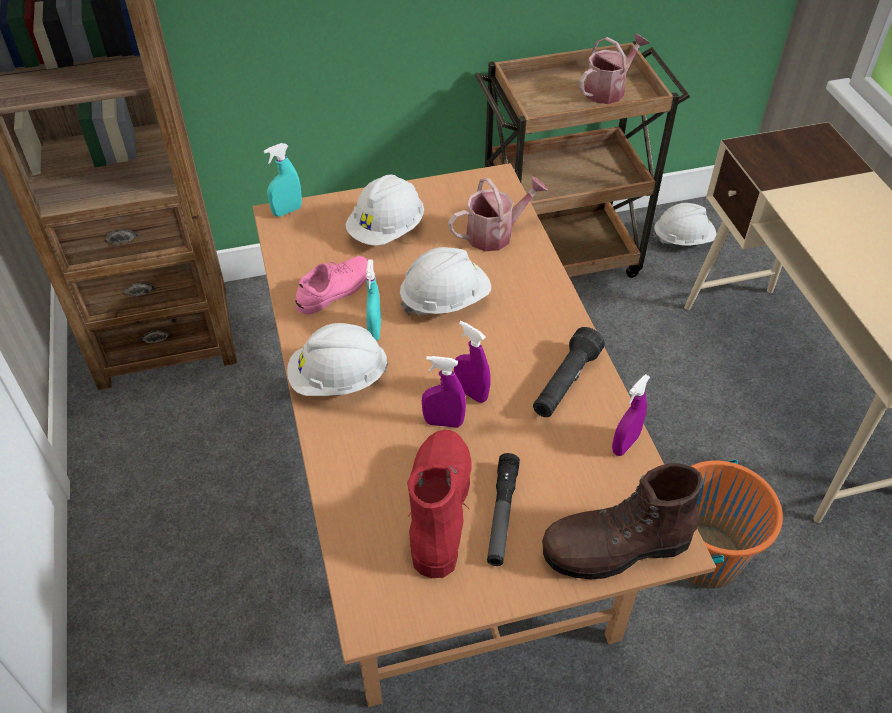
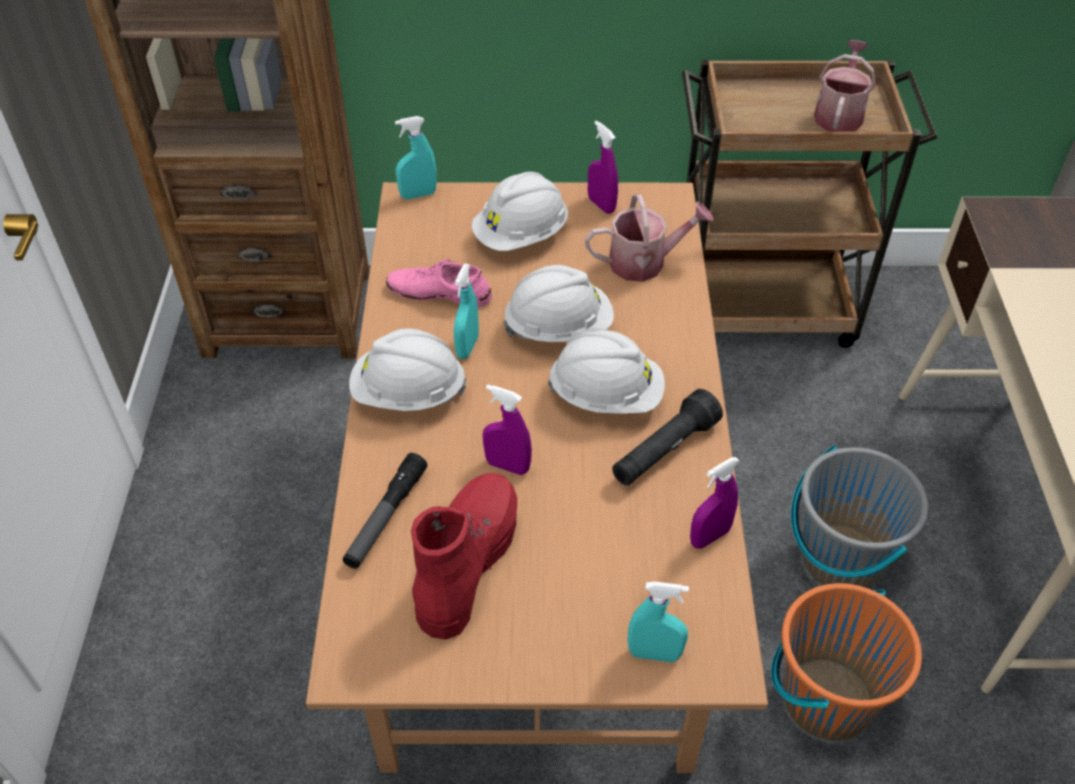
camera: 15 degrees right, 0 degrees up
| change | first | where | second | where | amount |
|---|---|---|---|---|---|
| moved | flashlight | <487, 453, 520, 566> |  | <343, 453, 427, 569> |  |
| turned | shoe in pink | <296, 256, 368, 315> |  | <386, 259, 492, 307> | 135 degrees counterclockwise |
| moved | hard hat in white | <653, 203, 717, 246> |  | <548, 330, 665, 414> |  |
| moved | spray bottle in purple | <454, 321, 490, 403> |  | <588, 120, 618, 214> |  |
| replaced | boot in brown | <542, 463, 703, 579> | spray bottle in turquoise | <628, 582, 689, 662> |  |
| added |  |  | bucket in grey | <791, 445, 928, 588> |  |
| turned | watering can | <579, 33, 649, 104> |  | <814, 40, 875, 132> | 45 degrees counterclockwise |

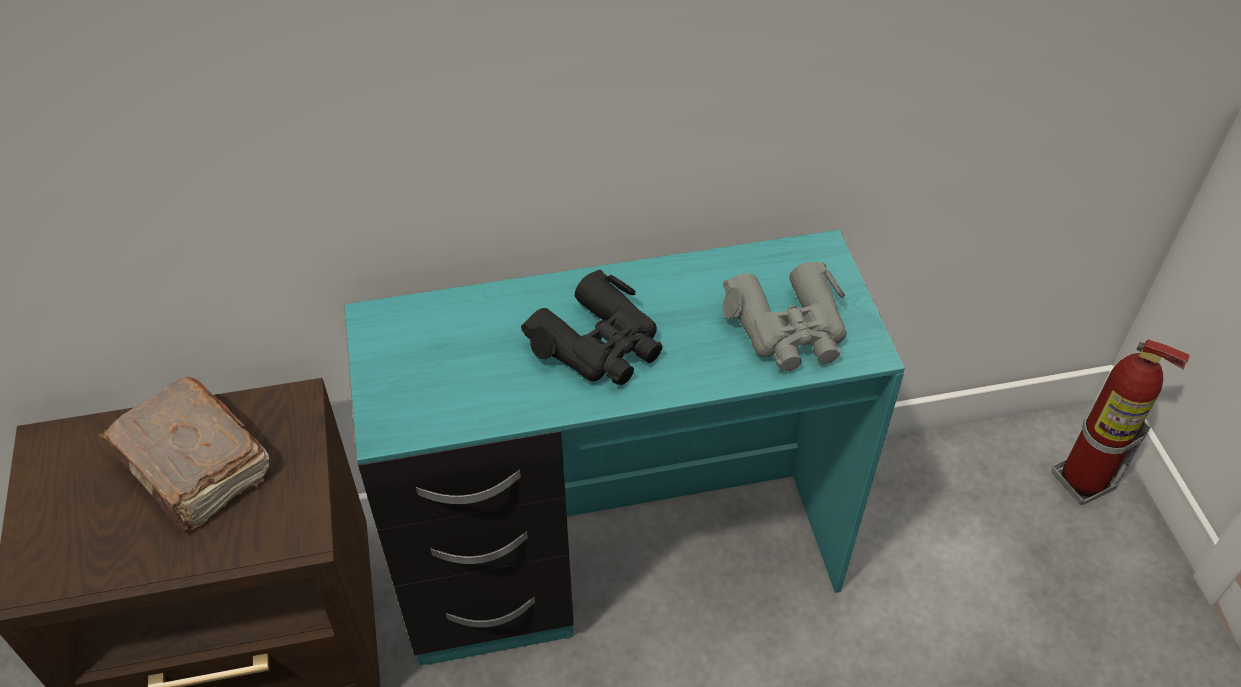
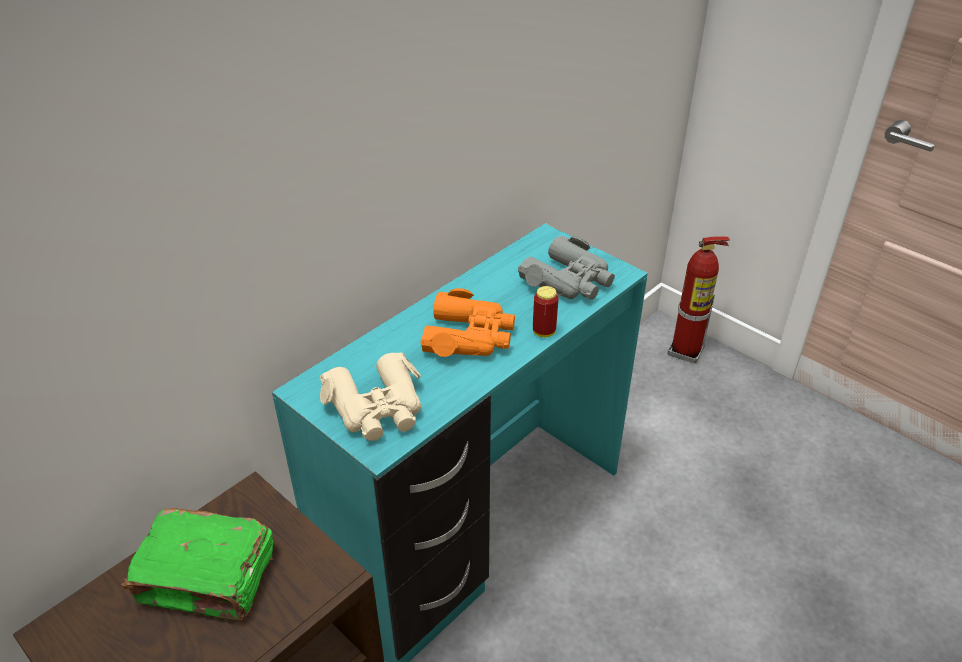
camera: 35 degrees left, 10 degrees down
| change | first | where | second | where | amount |
|---|---|---|---|---|---|
| recoloured | book in brown | <99, 377, 269, 533> | book in green | <121, 507, 274, 622> |  |
| added |  |  | binoculars in beige | <320, 353, 421, 441> |  |
| recoloured | binoculars in black | <521, 269, 663, 385> | binoculars in orange | <420, 288, 515, 357> |  |
| added |  |  | can | <533, 286, 559, 337> |  |

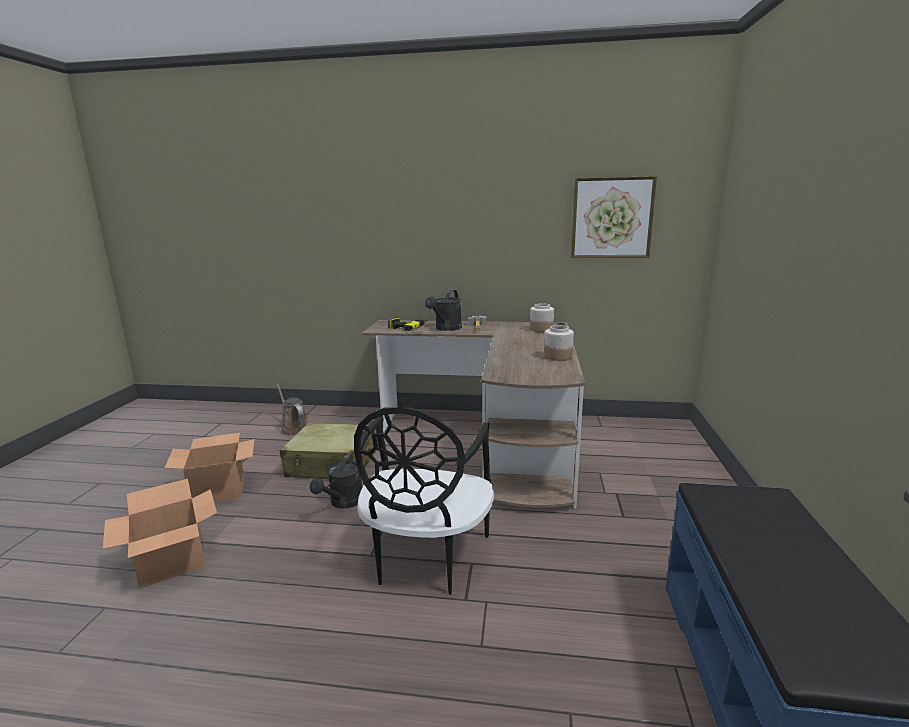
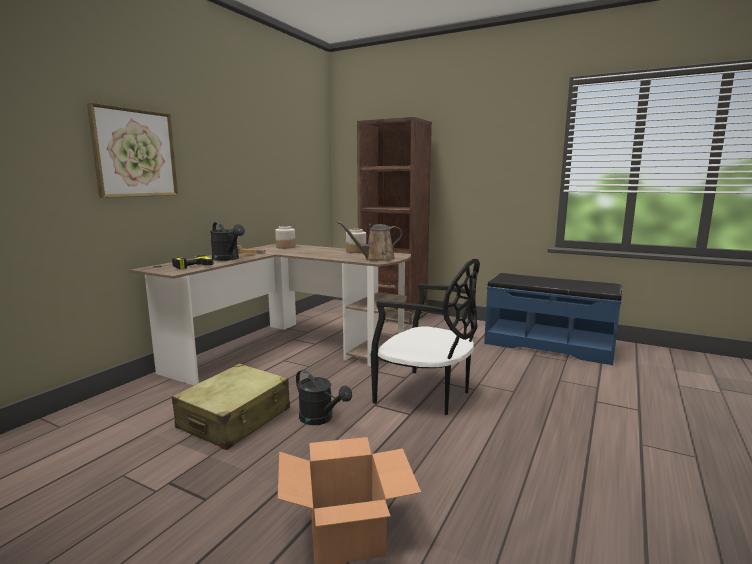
camera: 70 degrees left, 5 degrees down
| change | first | where | second | where | amount |
|---|---|---|---|---|---|
| moved | picture | <571, 176, 657, 258> |  | <87, 102, 178, 198> |  |
| moved | watering can in brown | <277, 384, 308, 436> |  | <337, 221, 402, 261> |  |
| added |  |  | bookcase in brown | <357, 117, 432, 325> |  |
| removed | cardboard box | <165, 433, 254, 502> |  |  |  |

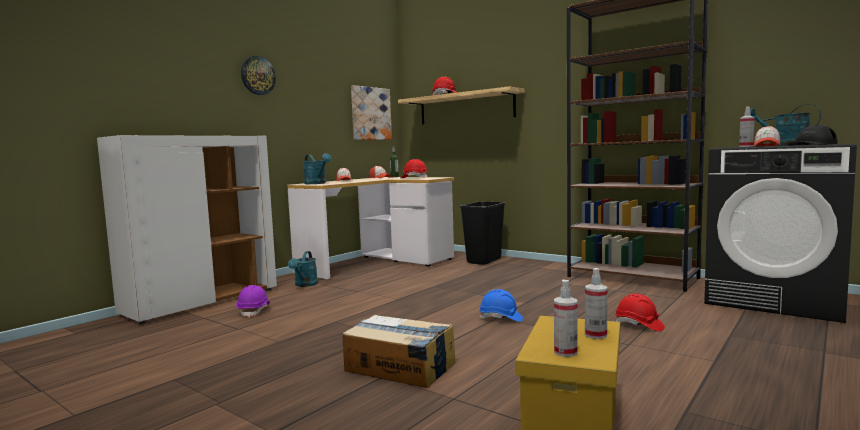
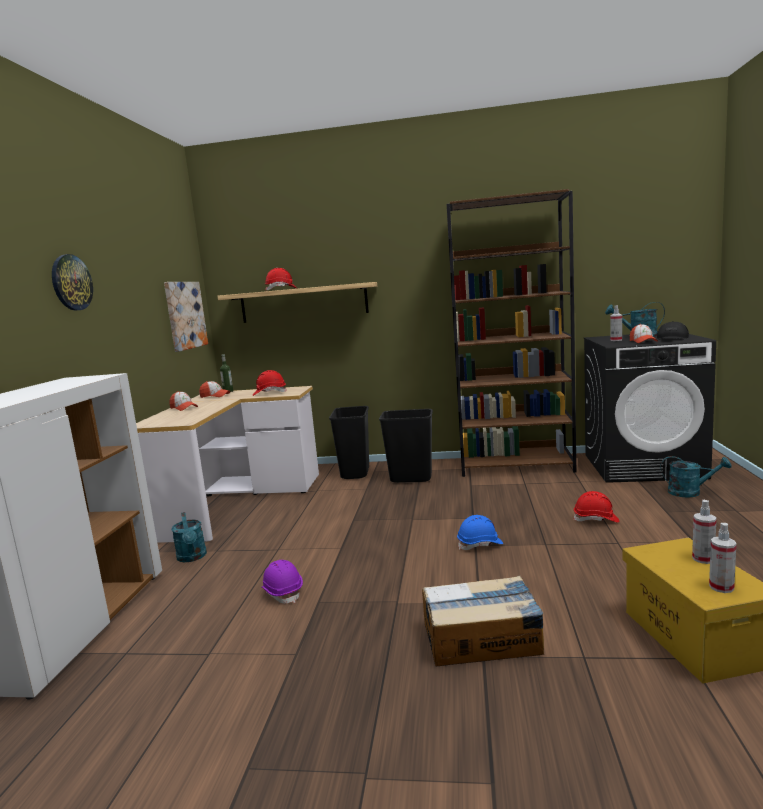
camera: 30 degrees left, 5 degrees up
| change | first | where | second | where | amount |
|---|---|---|---|---|---|
| moved | hard hat in purple | <236, 285, 270, 317> |  | <262, 560, 303, 604> |  |
| added |  |  | trash can in black | <379, 409, 433, 483> |  |
| moved | watering can in turquoise | <303, 153, 331, 184> |  | <660, 456, 731, 497> |  |

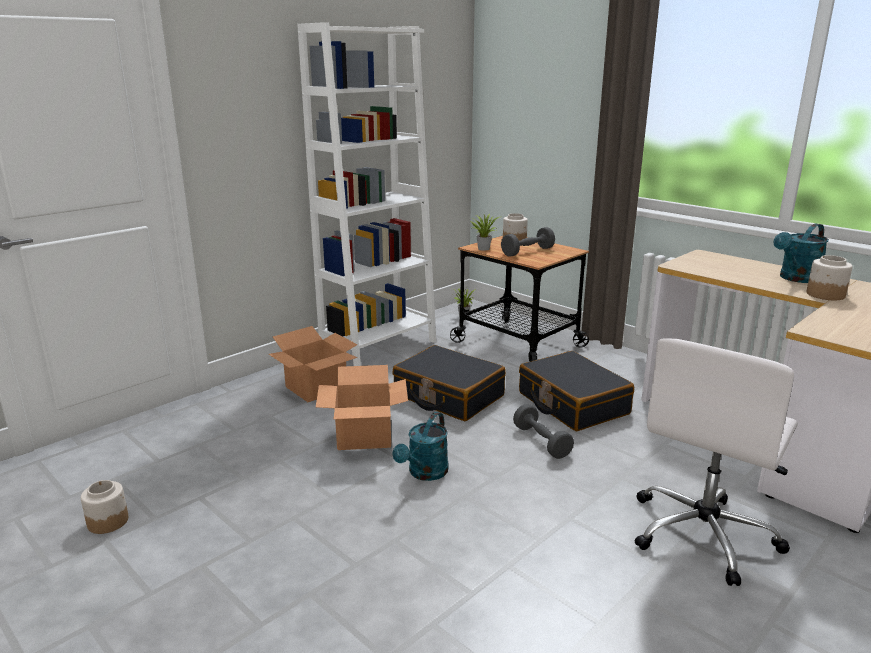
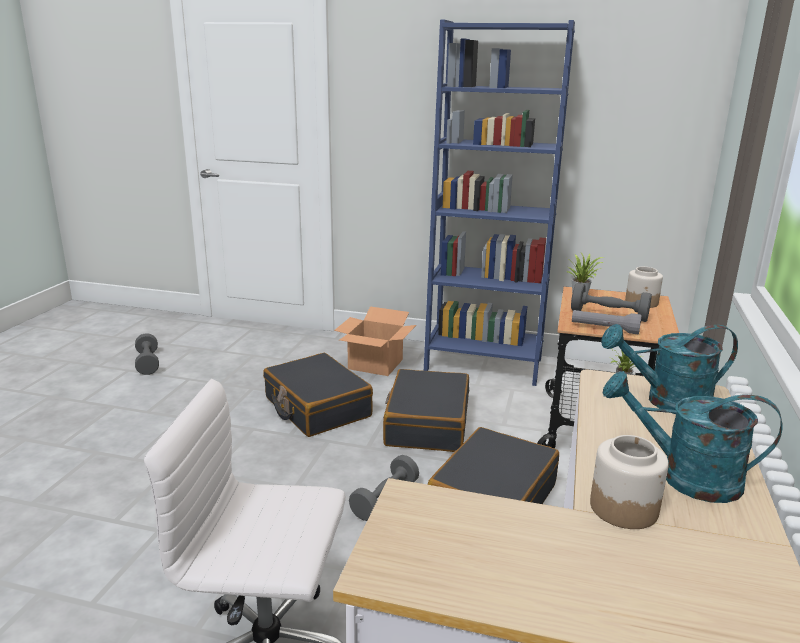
camera: 60 degrees right, 0 degrees up
| change | first | where | second | where | amount |
|---|---|---|---|---|---|
| replaced | jar | <81, 480, 128, 534> | dumbbell in grey | <135, 333, 159, 375> |  |
| replaced | cardboard box | <316, 365, 408, 450> | suitcase in black | <263, 353, 373, 437> |  |
| recoloured | bookcase in white | <297, 22, 436, 366> | bookcase in blue | <424, 20, 575, 386> |  |
| added |  |  | flashlight in grey | <572, 310, 641, 334> |  |
| moved | watering can in turquoise | <393, 412, 449, 481> |  | <601, 324, 738, 414> |  |

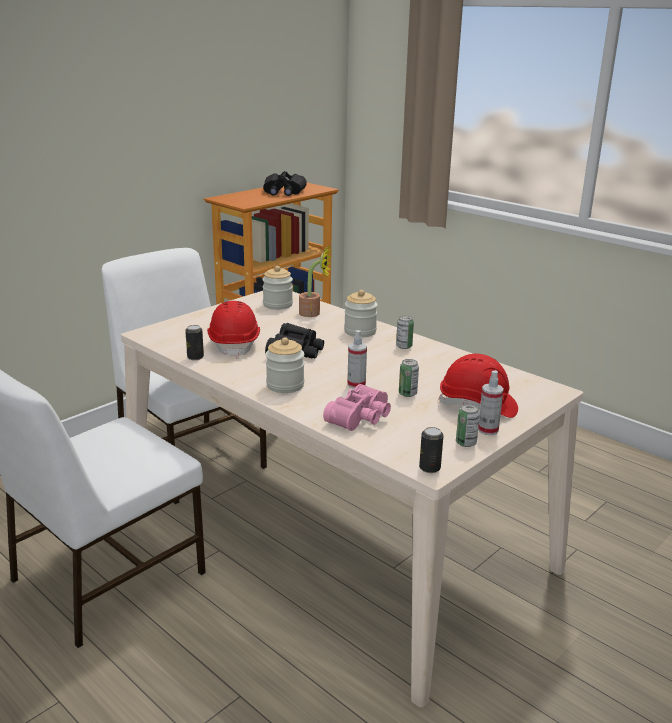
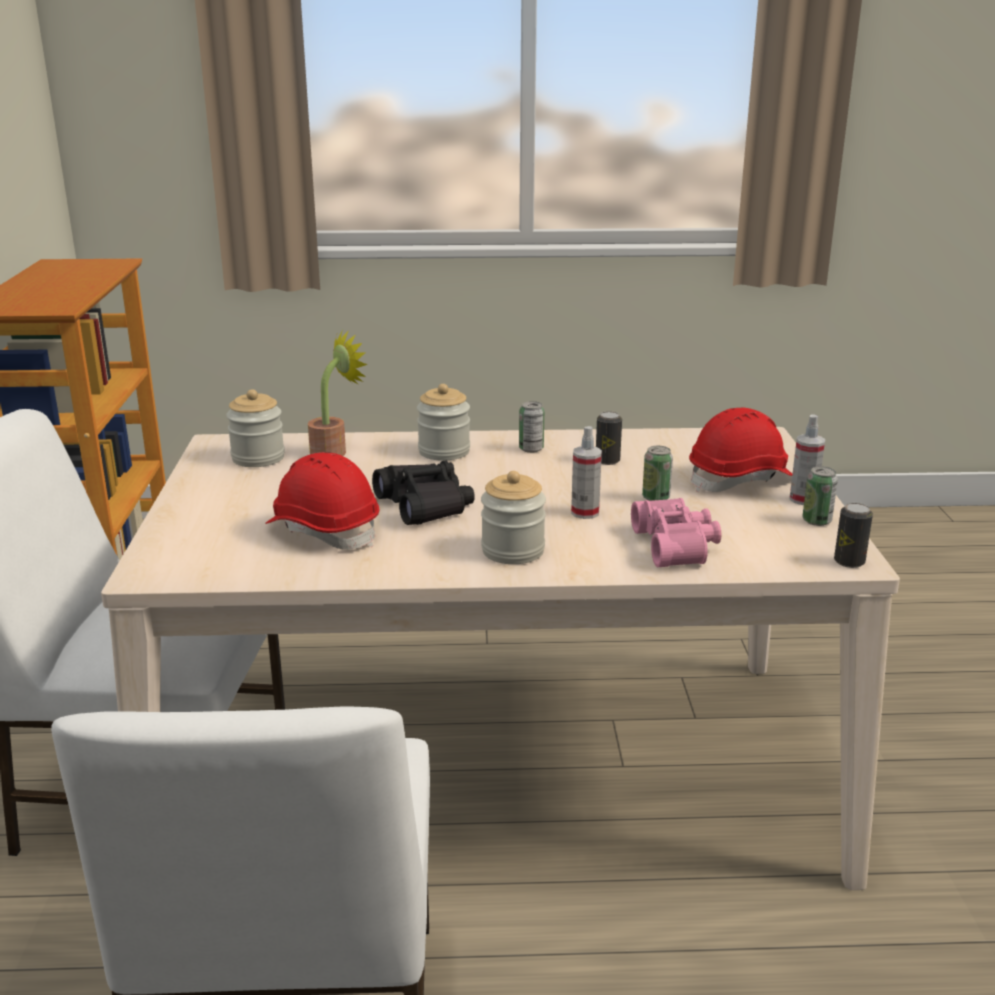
camera: 45 degrees left, 0 degrees up
| change | first | where | second | where | amount |
|---|---|---|---|---|---|
| moved | can | <185, 325, 204, 360> |  | <596, 411, 622, 465> |  |
| removed | binoculars in black | <263, 171, 307, 196> |  |  |  |

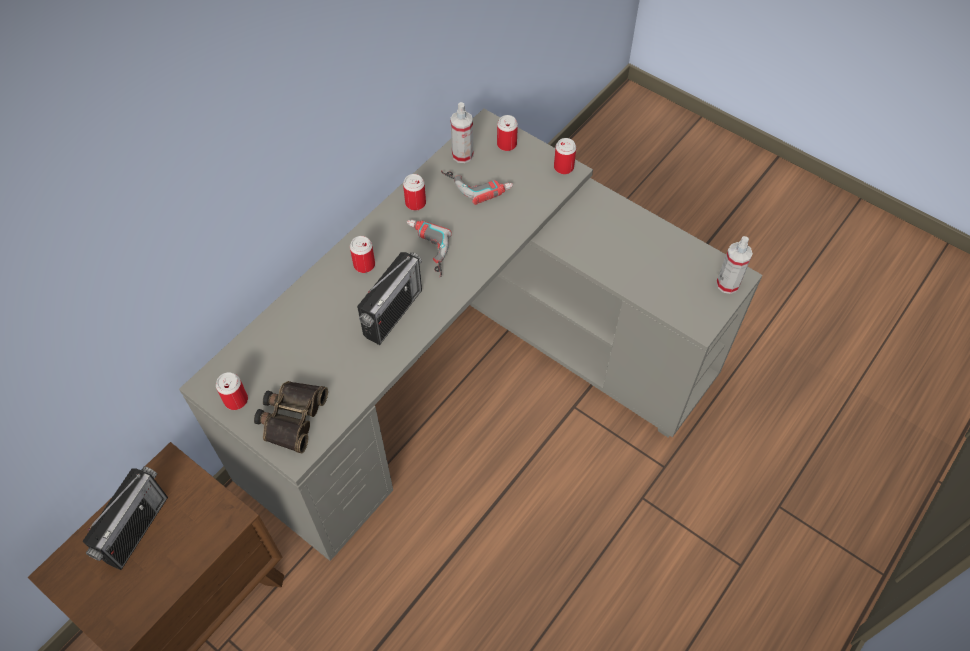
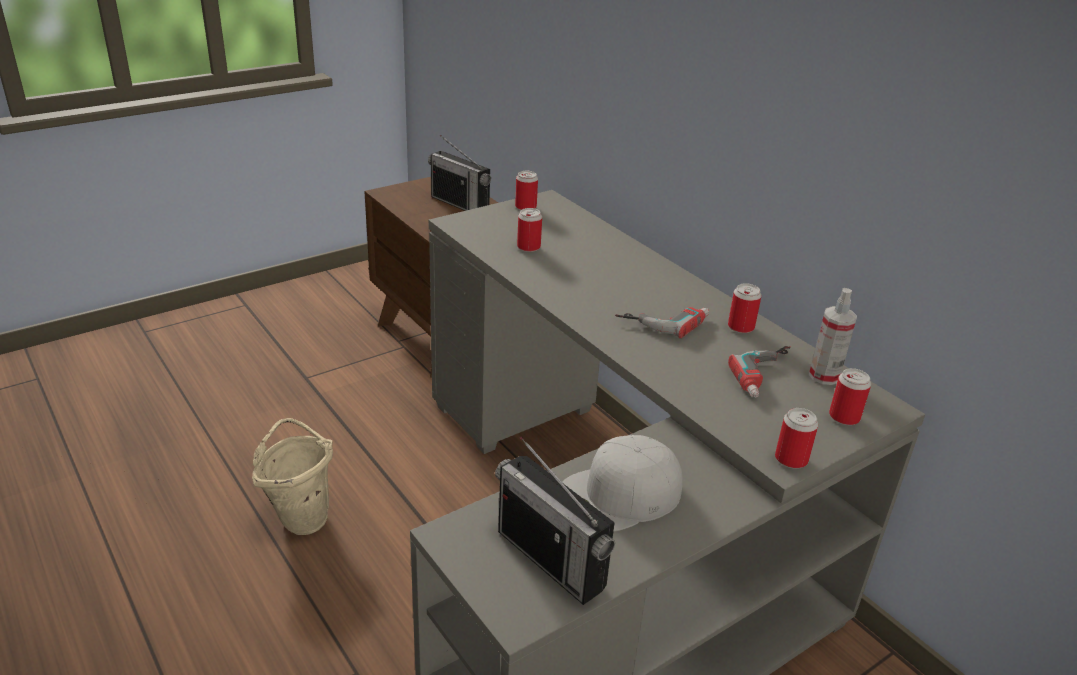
camera: 105 degrees right, 25 degrees down
| change | first | where | second | where | amount |
|---|---|---|---|---|---|
| added |  |  | bucket in beige | <252, 418, 333, 535> |  |
| moved | radio | <357, 252, 422, 345> |  | <495, 436, 615, 605> |  |
| moved | can | <350, 236, 375, 273> |  | <517, 208, 542, 252> |  |
| added |  |  | cap in white | <562, 435, 683, 532> |  |
| removed | binoculars | <254, 381, 328, 453> |  |  |  |
| removed | spray bottle | <716, 236, 753, 294> |  |  |  |

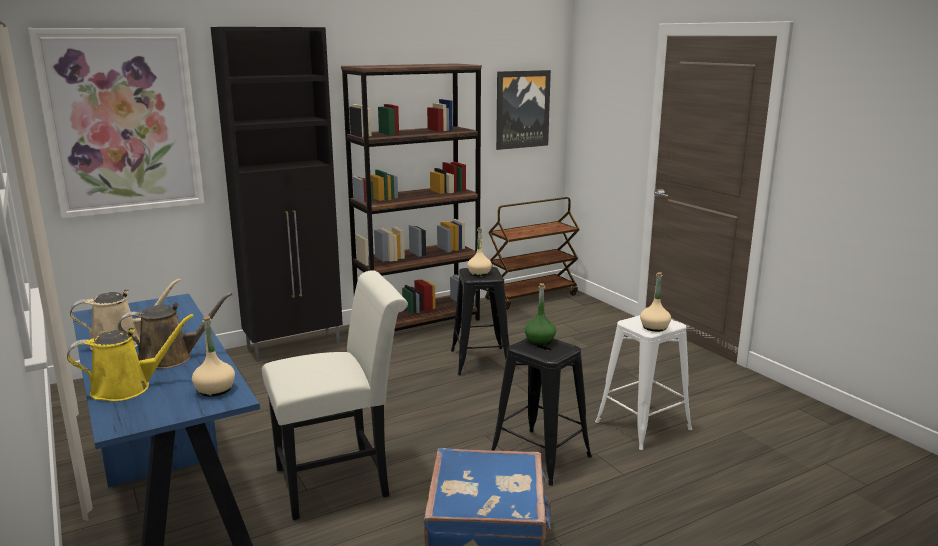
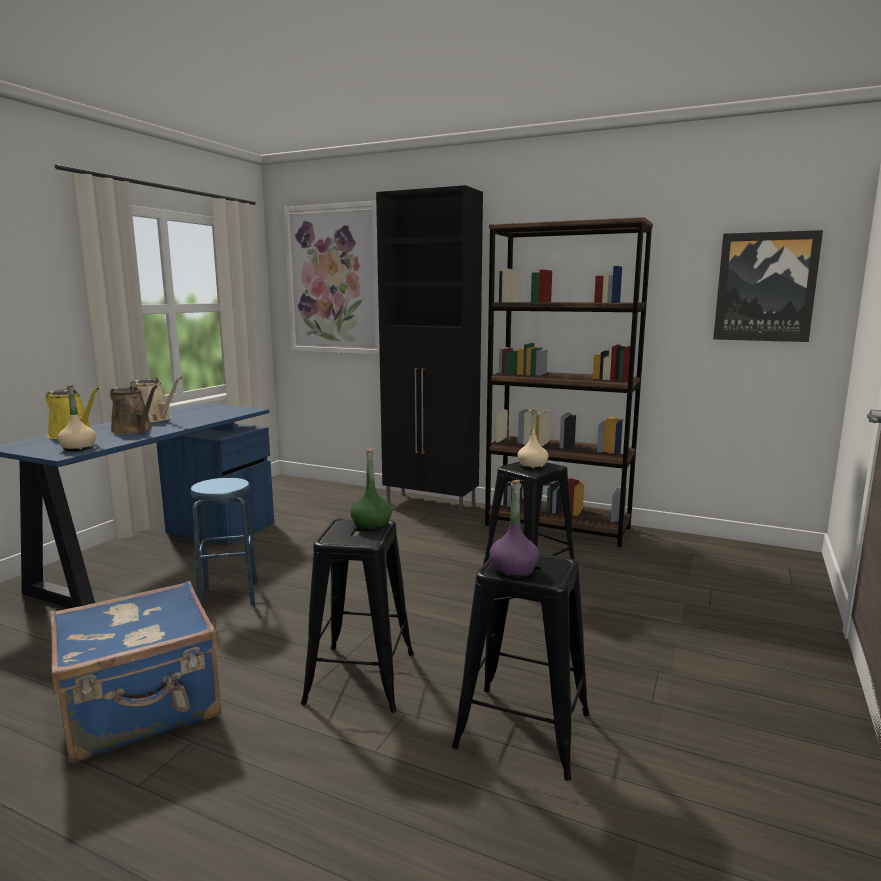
camera: 55 degrees right, 5 degrees down
| change | first | where | second | where | amount |
|---|---|---|---|---|---|
| replaced | chair in white | <262, 270, 408, 520> | stool in blue | <190, 478, 258, 607> |  |
| recoloured | stool in white | <595, 315, 692, 450> | stool in black | <452, 553, 590, 781> |  |
| recoloured | bottle in beige | <640, 272, 671, 332> | bottle in purple | <489, 480, 539, 578> |  |
| removed | cart in brown | <485, 197, 580, 310> |  |  |  |

